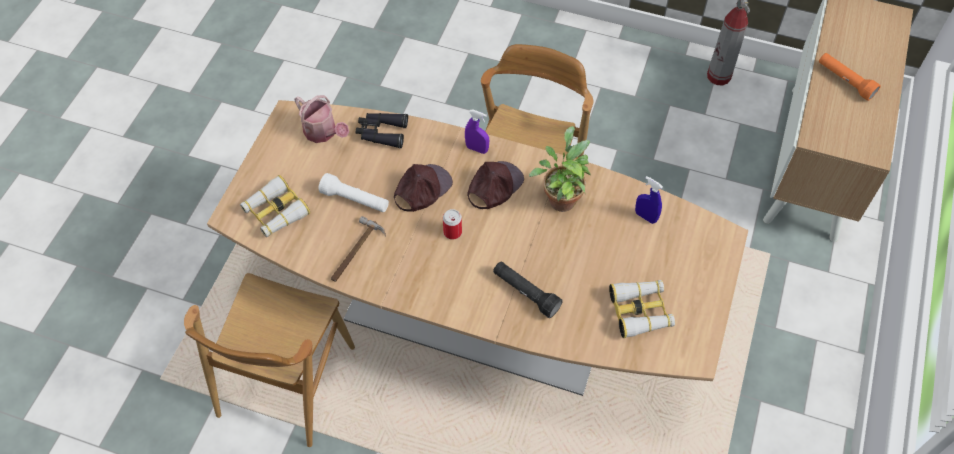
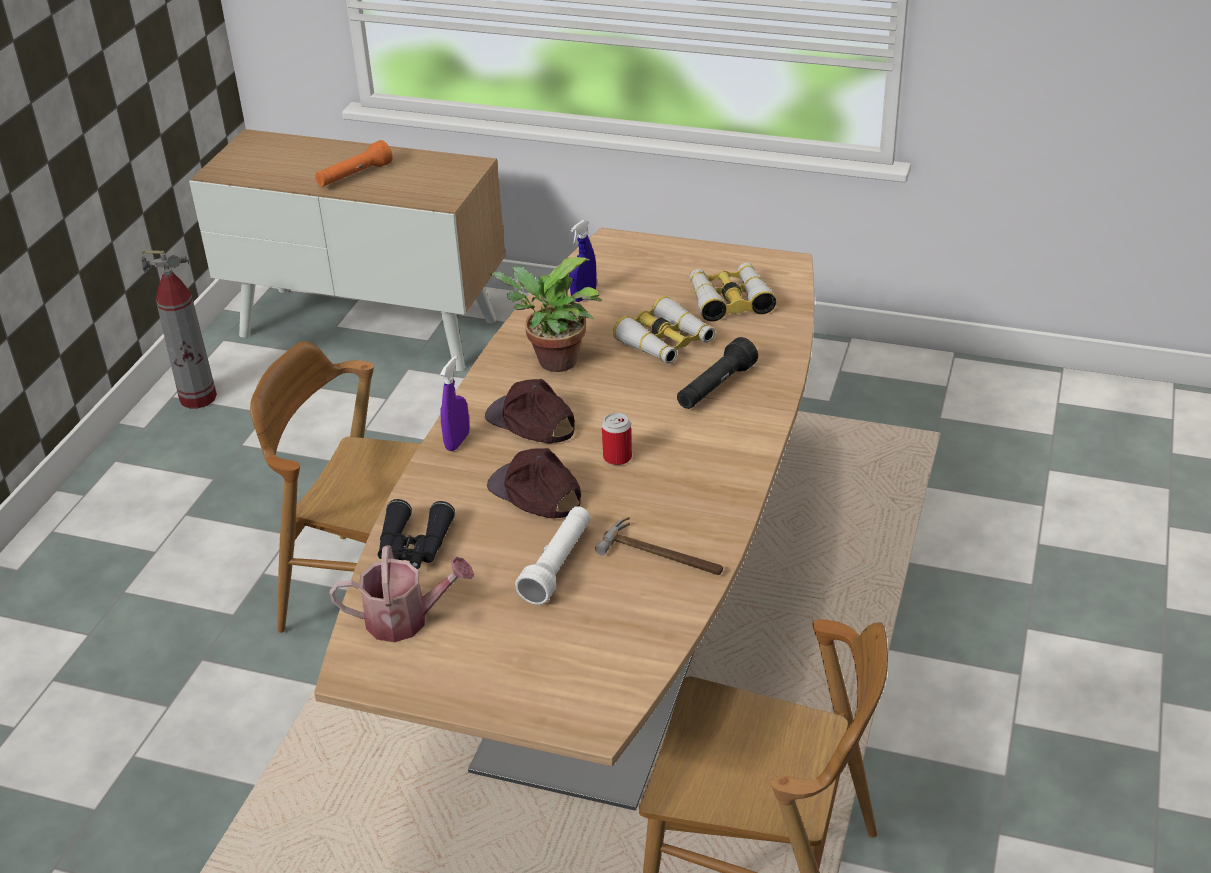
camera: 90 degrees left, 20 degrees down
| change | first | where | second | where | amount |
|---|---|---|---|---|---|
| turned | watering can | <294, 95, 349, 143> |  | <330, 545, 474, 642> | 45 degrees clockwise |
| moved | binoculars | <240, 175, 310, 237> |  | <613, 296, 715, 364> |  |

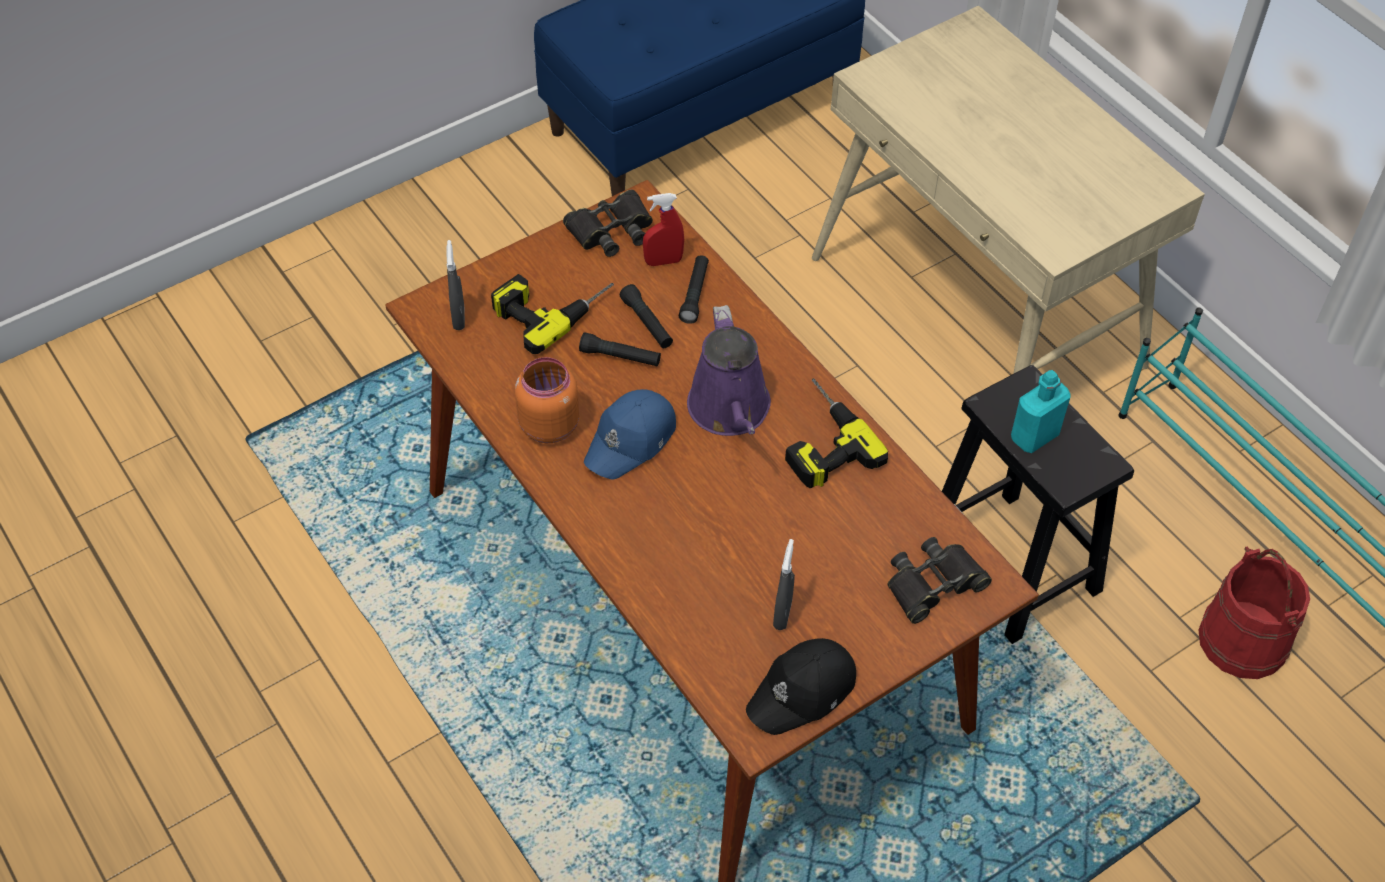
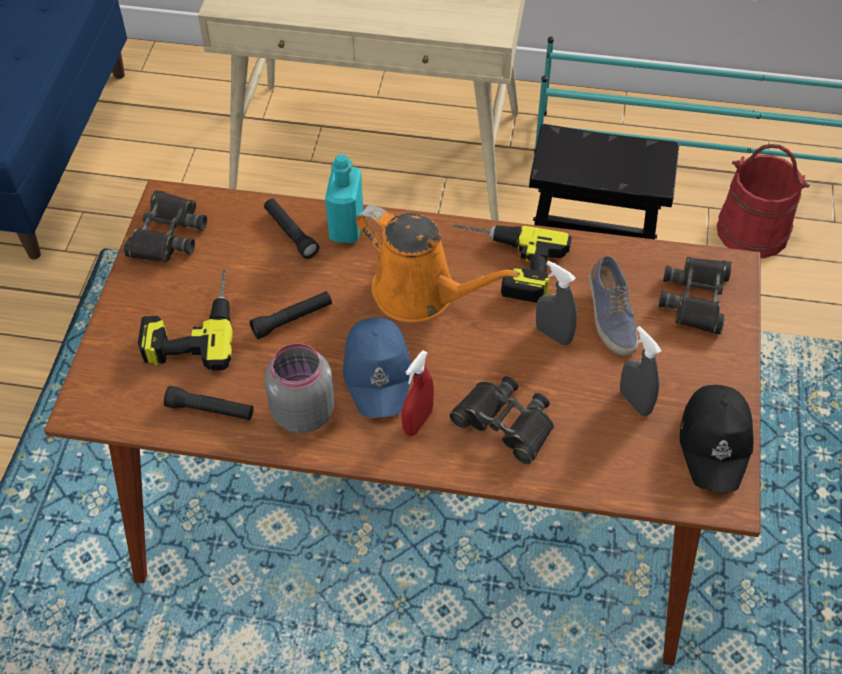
camera: 45 degrees left, 0 degrees up
| change | first | where | second | where | amount |
|---|---|---|---|---|---|
| moved | flashlight in black | <620, 284, 673, 348> |  | <164, 386, 253, 420> |  |
| recoloured | jar in orange | <515, 357, 579, 443> | jar in grey | <265, 343, 335, 433> |  |
| moved | bottle in turquoise | <1011, 370, 1070, 453> |  | <325, 154, 363, 243> |  |
| recoloured | watering can in purple | <687, 305, 771, 436> | watering can in orange | <356, 205, 520, 322> |  |
| moved | spray bottle in red | <643, 193, 684, 266> |  | <402, 351, 434, 436> |  |
| added |  |  | binoculars in black | <449, 376, 554, 464> |  |
| moved | spray bottle in grey | <446, 240, 465, 330> |  | <536, 261, 577, 345> |  |
| added |  |  | shoe | <589, 254, 639, 355> |  |

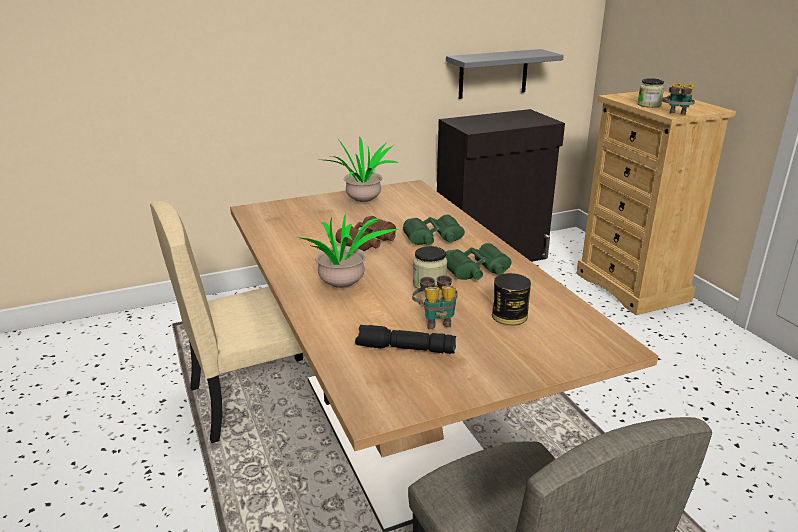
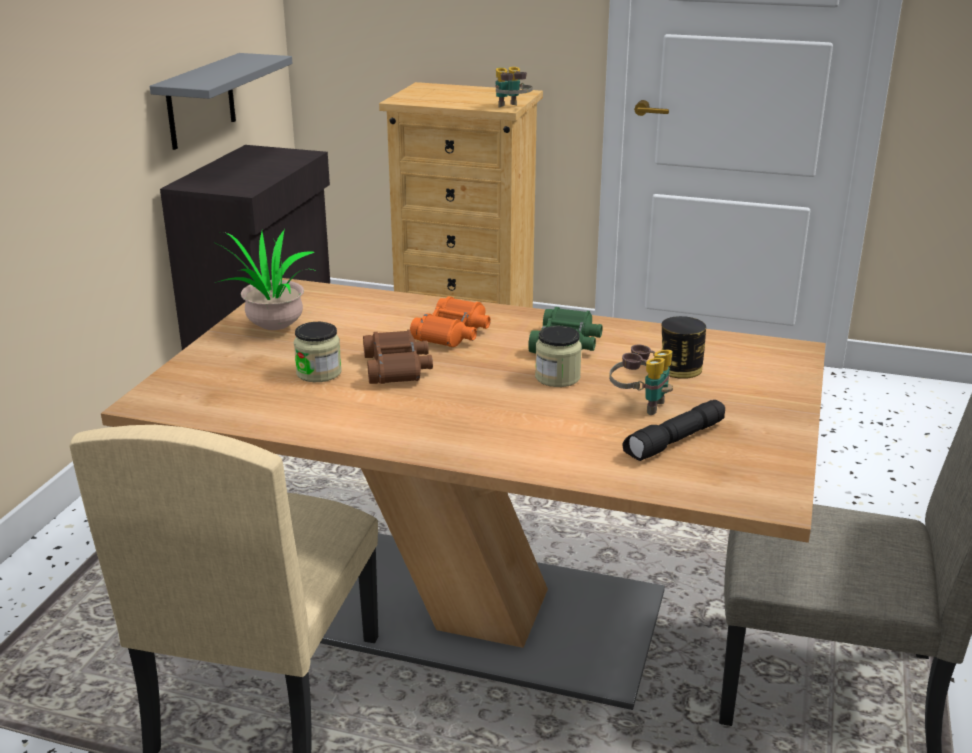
camera: 50 degrees left, 0 degrees up
| change | first | where | second | where | amount |
|---|---|---|---|---|---|
| moved | jar | <637, 78, 664, 108> |  | <294, 322, 342, 382> |  |
| recoloured | binoculars in green | <403, 214, 465, 245> | binoculars in orange | <410, 296, 491, 347> |  |
| removed | potted plant | <293, 213, 398, 288> |  |  |  |

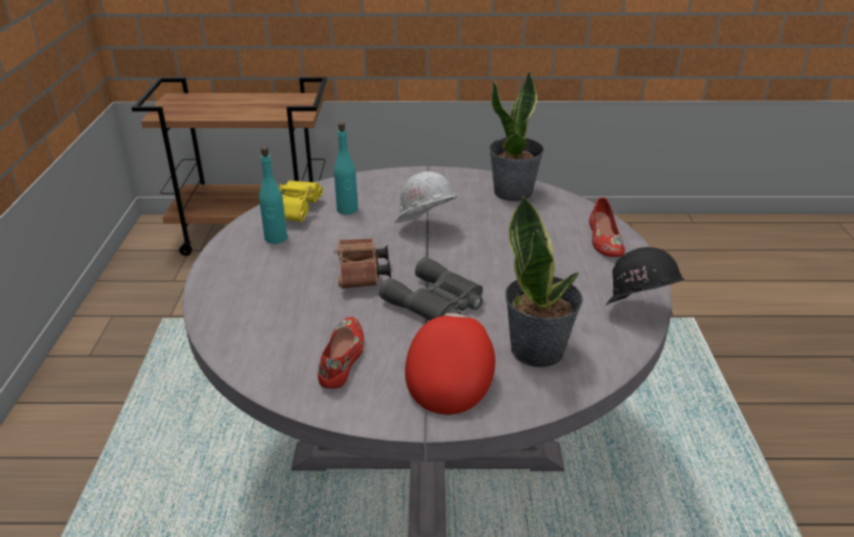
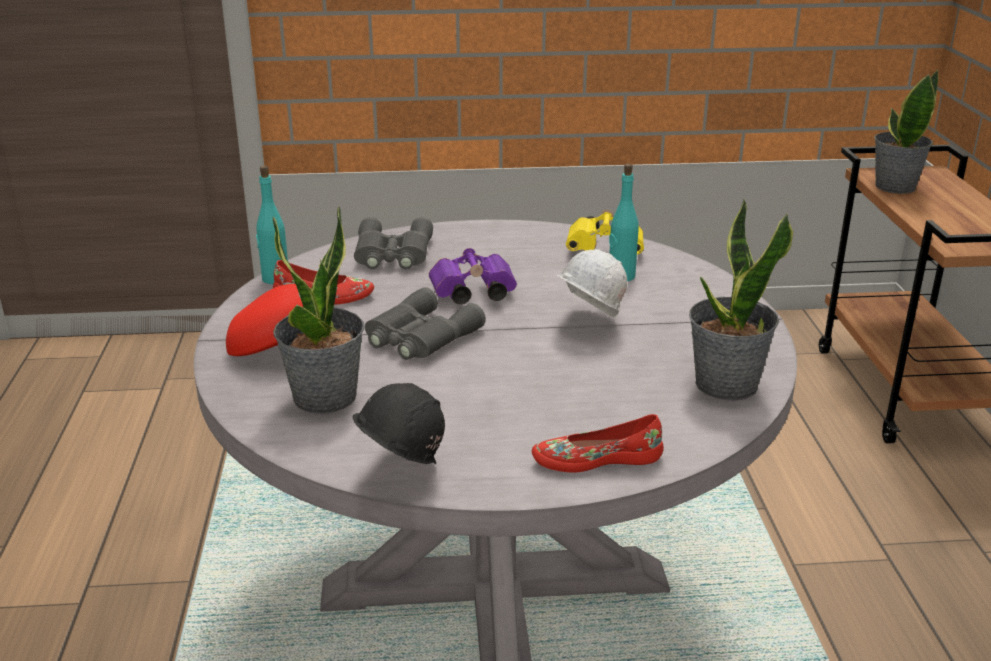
camera: 85 degrees right, 5 degrees down
| change | first | where | second | where | amount |
|---|---|---|---|---|---|
| moved | bottle in turquoise | <259, 147, 287, 244> |  | <256, 166, 288, 284> |  |
| added |  |  | binoculars in grey | <354, 217, 433, 269> |  |
| recoloured | binoculars in brown | <334, 238, 391, 289> | binoculars in purple | <429, 248, 517, 304> |  |
| added |  |  | potted plant | <874, 70, 939, 194> |  |

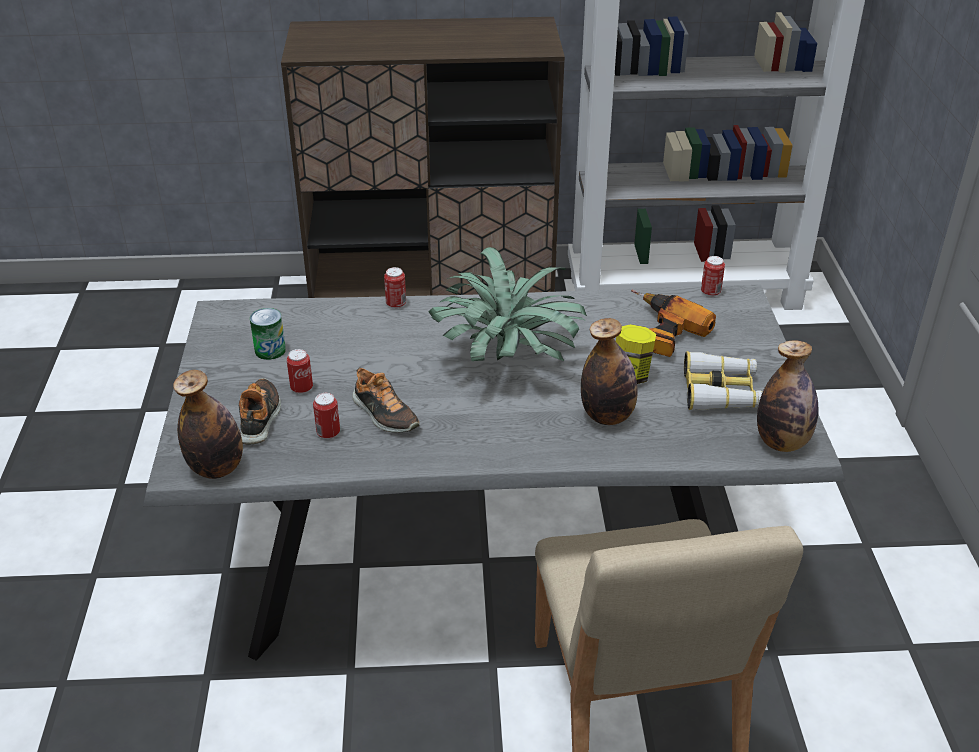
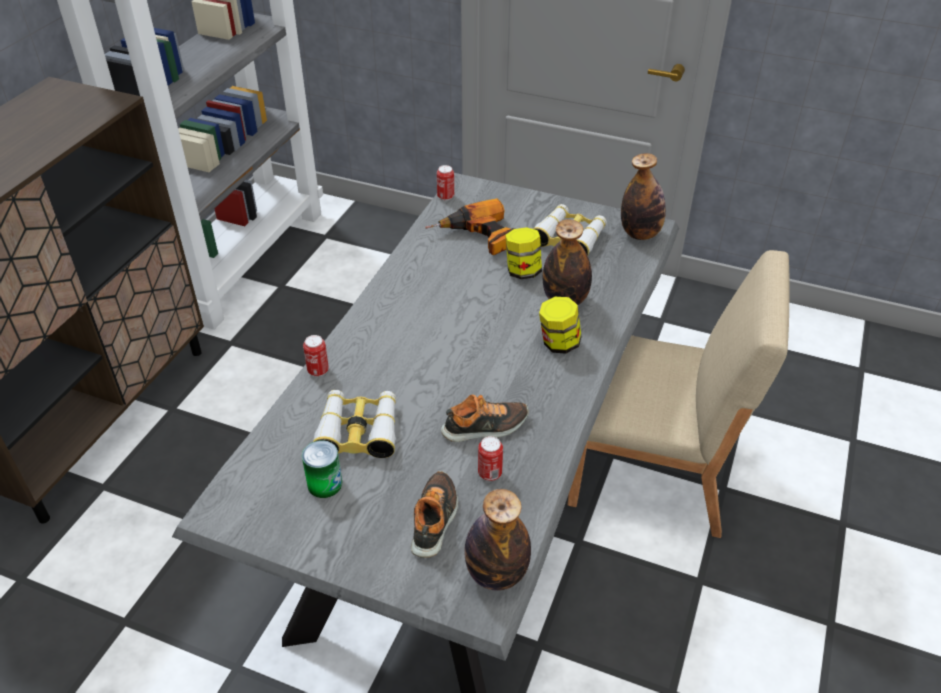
camera: 65 degrees left, 5 degrees up
| change | first | where | second | where | amount |
|---|---|---|---|---|---|
| added |  |  | binoculars | <313, 390, 396, 458> |  |
| turned | shoe | <239, 378, 281, 444> |  | <411, 471, 458, 558> | 75 degrees clockwise |
| added |  |  | jar | <539, 297, 582, 354> |  |
| removed | can | <287, 349, 313, 394> |  |  |  |
| removed | potted plant | <428, 247, 587, 361> |  |  |  |

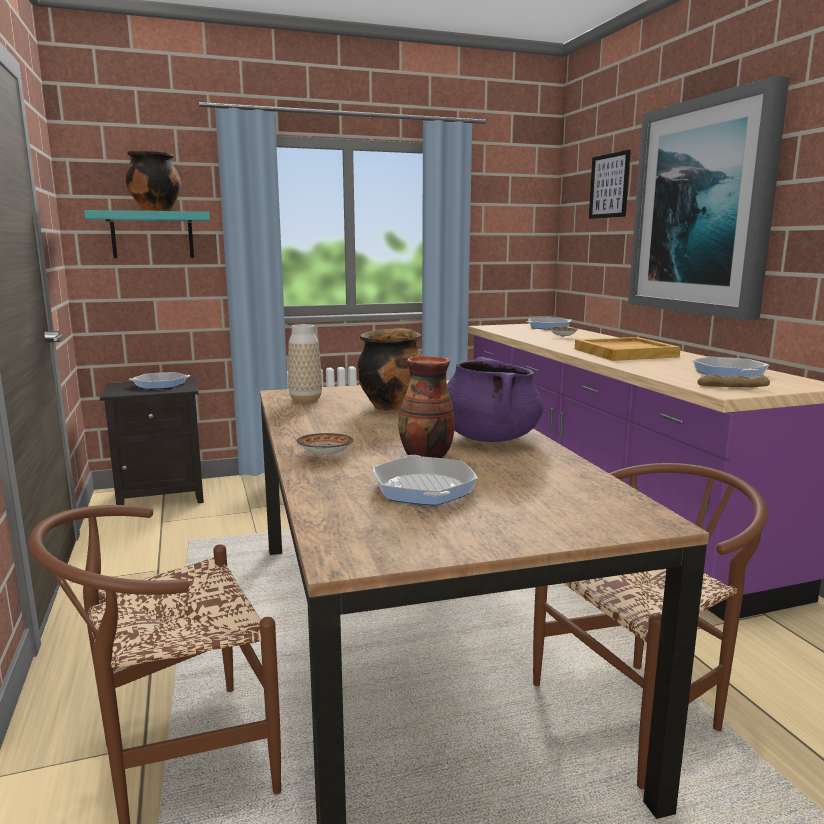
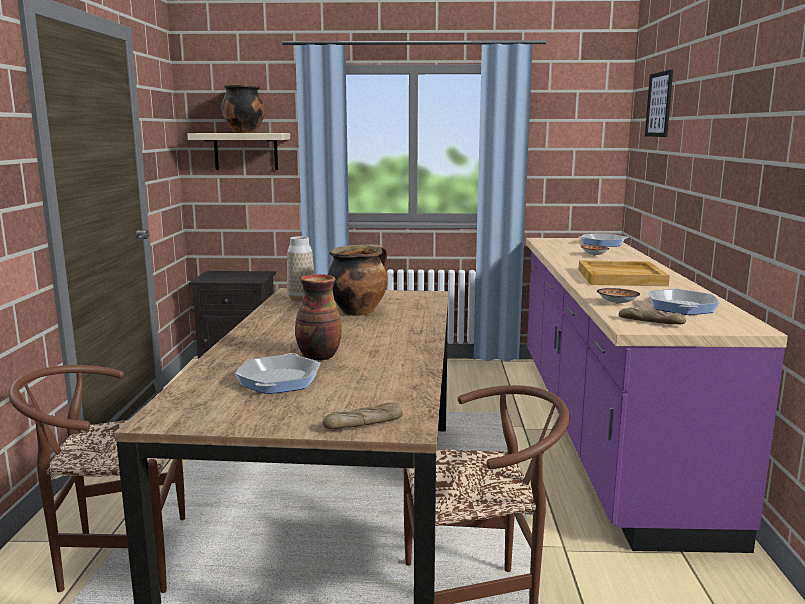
camera: 20 degrees right, 0 degrees up
| change | first | where | second | where | amount |
|---|---|---|---|---|---|
| recoloured | shelf in turquoise | <84, 210, 210, 258> | shelf in beige | <187, 133, 290, 170> |  |
| added |  |  | bread | <323, 403, 403, 429> |  |
| moved | bowl | <297, 433, 354, 456> |  | <597, 288, 640, 304> |  |
| removed | frying pan | <129, 372, 190, 389> |  |  |  |
| removed | cooking pot in purple | <447, 357, 543, 442> |  |  |  |
| removed | picture | <628, 76, 790, 320> |  |  |  |

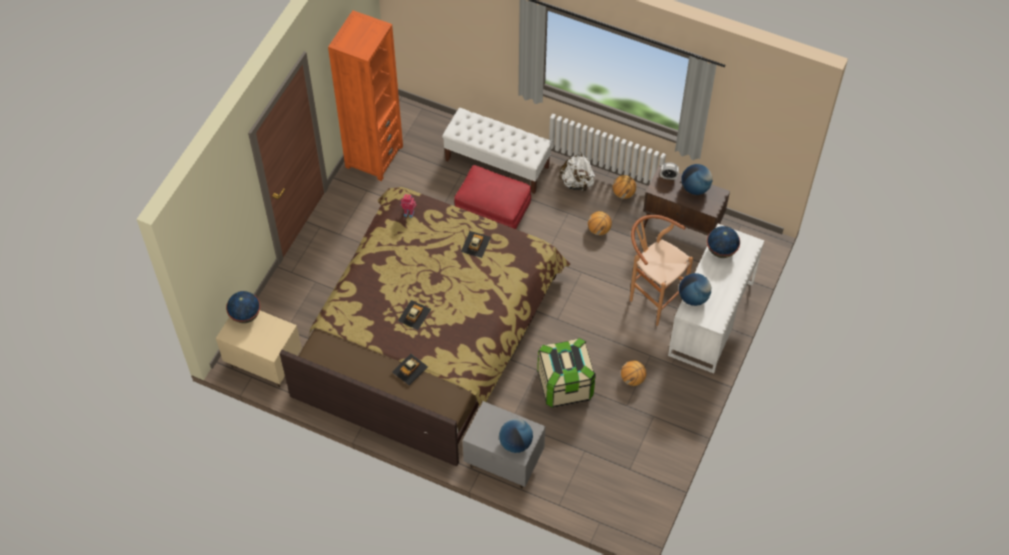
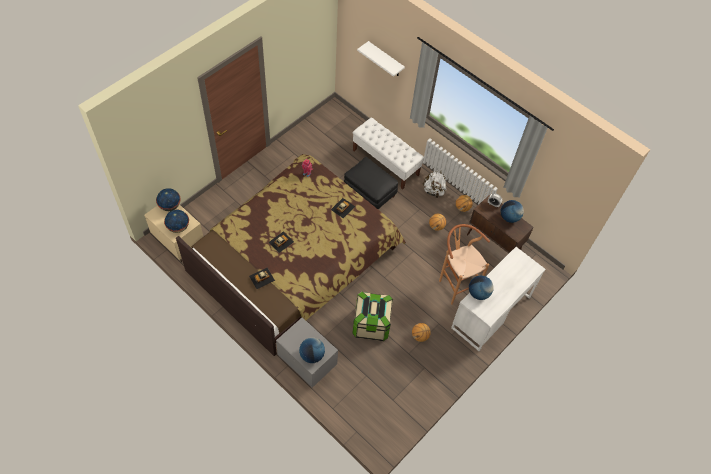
camera: 15 degrees right, 0 degrees up
| change | first | where | second | where | amount |
|---|---|---|---|---|---|
| moved | globe | <707, 226, 740, 258> |  | <164, 210, 189, 233> |  |
| recoloured | ottoman in red | <454, 165, 531, 229> | ottoman in black | <344, 157, 398, 209> |  |
| added |  |  | shelf in white | <357, 41, 405, 77> |  |
| removed | bookcase in orange | <328, 10, 403, 181> |  |  |  |

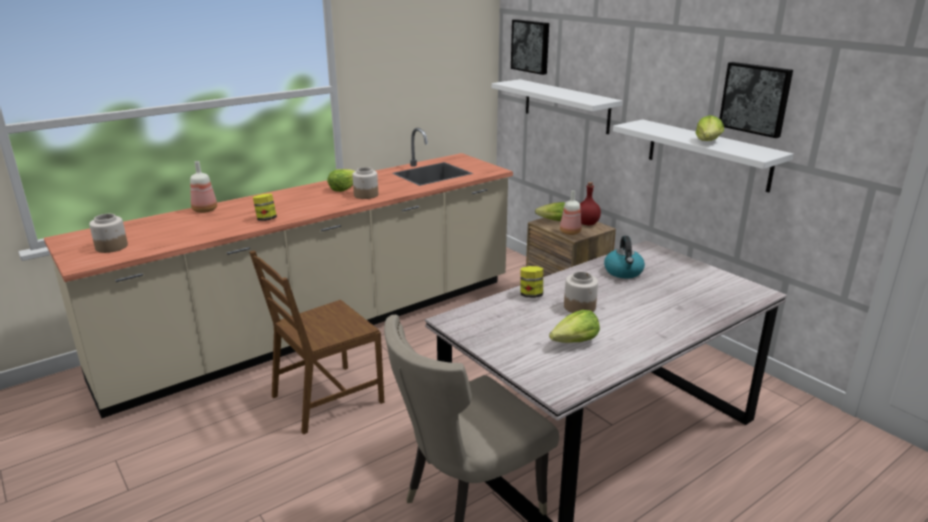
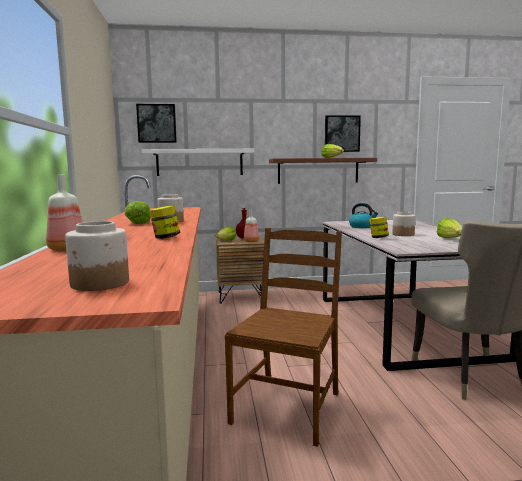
camera: 60 degrees left, 15 degrees down
| change | first | where | second | where | amount |
|---|---|---|---|---|---|
| turned | chair in brown | <249, 251, 384, 435> |  | <225, 228, 342, 447> | 150 degrees counterclockwise |
| recoloured | shelf in white | <613, 119, 794, 193> | shelf in brown | <269, 158, 377, 184> |  |

